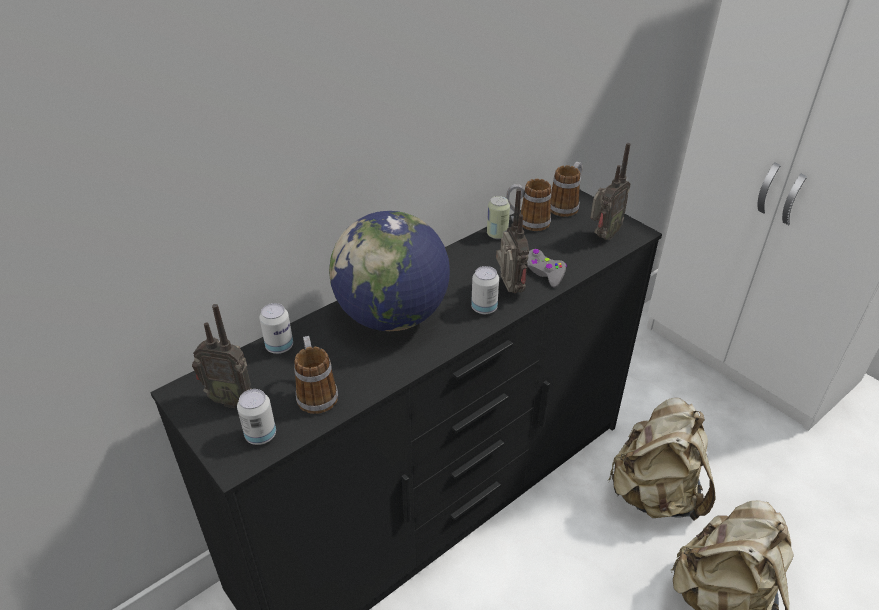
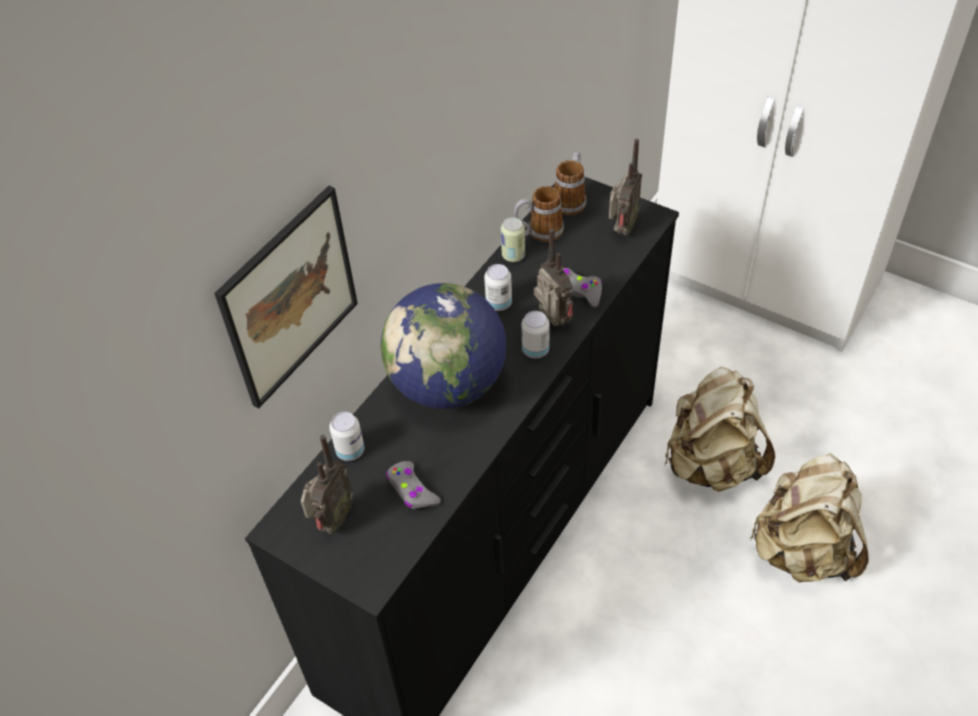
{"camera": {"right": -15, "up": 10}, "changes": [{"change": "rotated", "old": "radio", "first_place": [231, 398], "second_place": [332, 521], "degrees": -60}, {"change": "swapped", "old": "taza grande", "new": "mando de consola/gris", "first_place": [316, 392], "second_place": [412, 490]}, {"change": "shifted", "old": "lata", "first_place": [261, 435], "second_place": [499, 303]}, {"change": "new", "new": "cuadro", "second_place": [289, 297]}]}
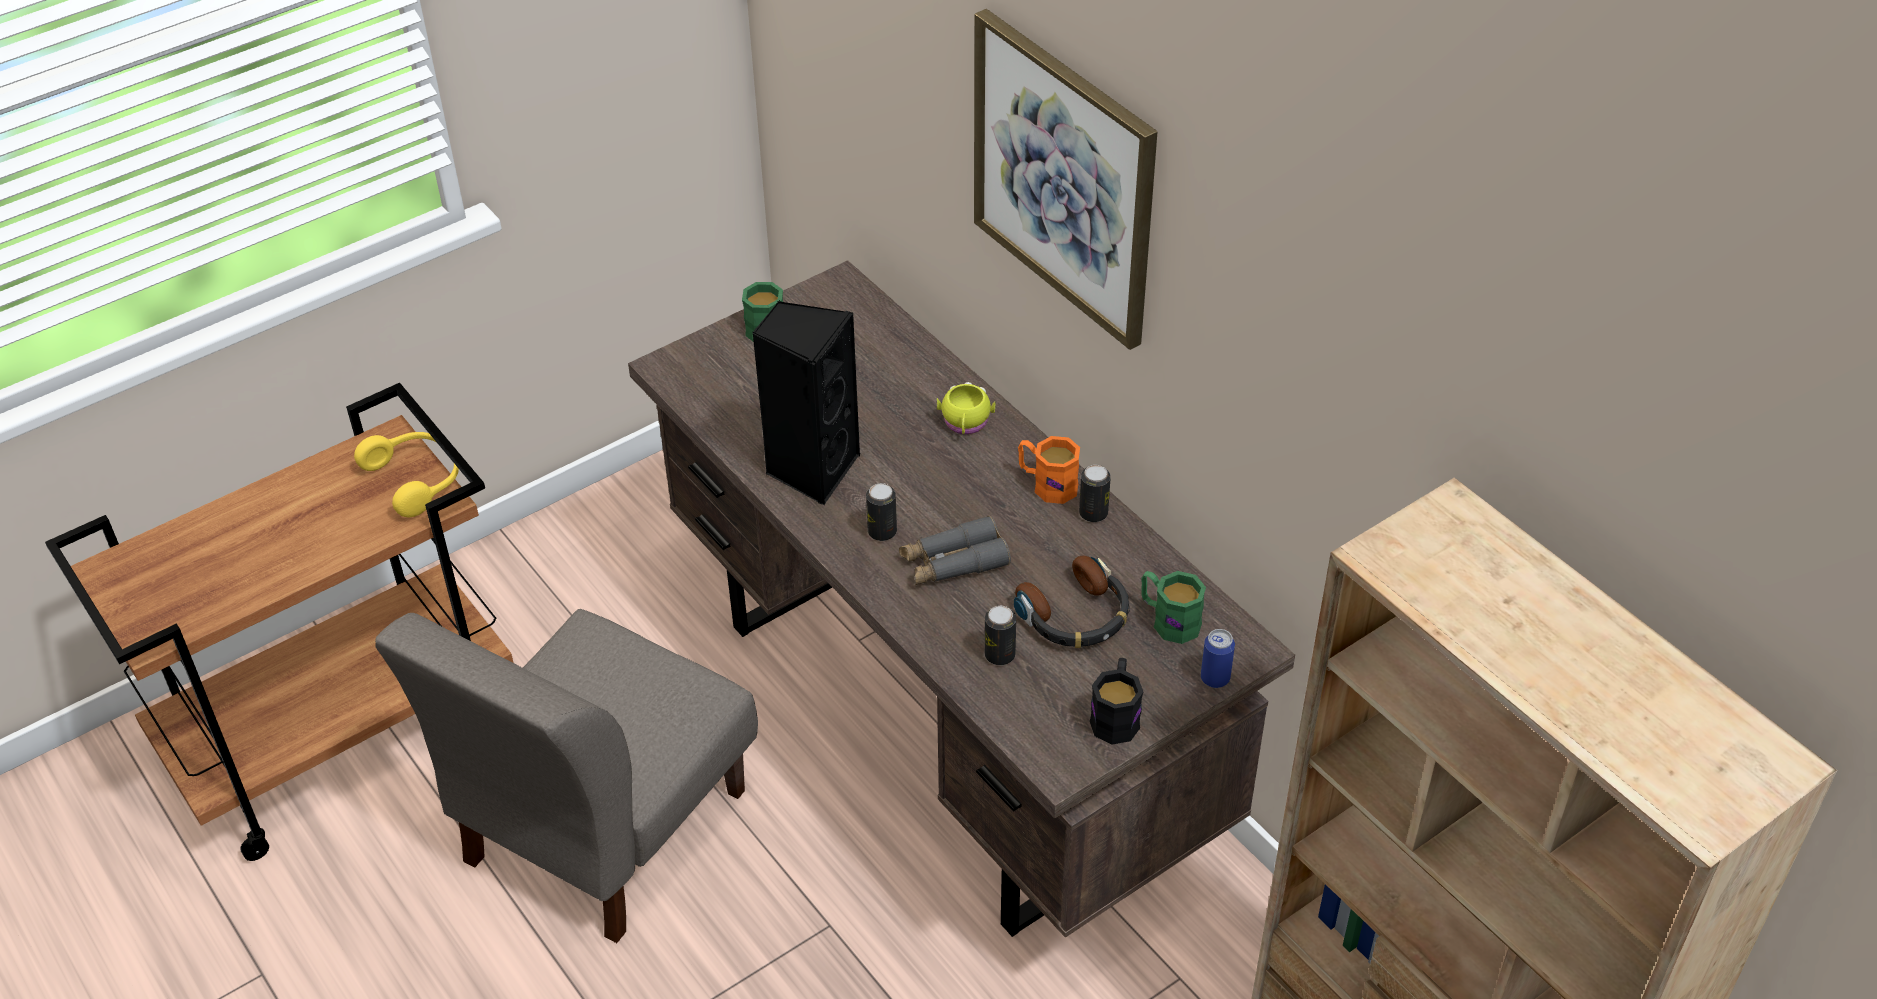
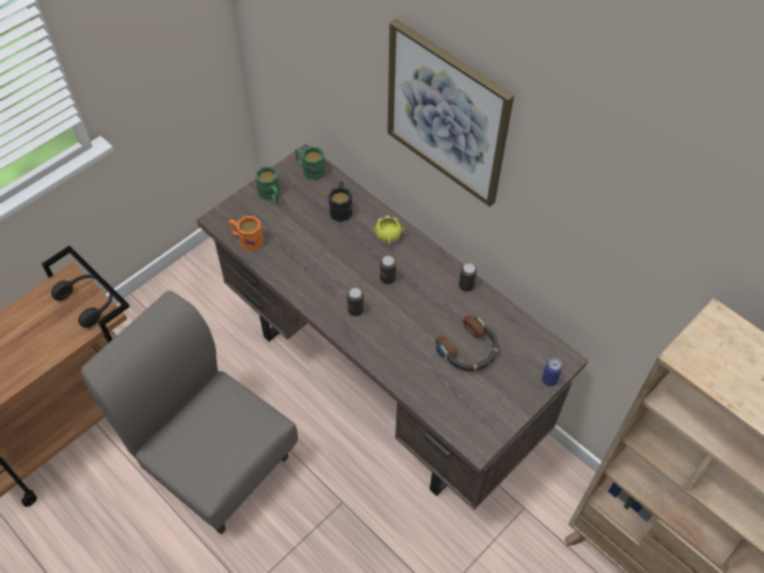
{"camera": {"right": -10, "up": 10}, "changes": [{"change": "gone", "old": "altavoz/negro", "first_place": [811, 469]}, {"change": "repainted", "old": "auriculares/amarillo", "new": "auriculares/negro", "first_place": [417, 479], "second_place": [89, 302]}, {"change": "shifted", "old": "taza grande/naranja", "first_place": [1047, 484], "second_place": [246, 240]}, {"change": "gone", "old": "prismáticos/gris", "first_place": [953, 563]}, {"change": "shifted", "old": "taza grande/verde", "first_place": [1168, 620], "second_place": [310, 170]}, {"change": "shifted", "old": "lata", "first_place": [1000, 655], "second_place": [387, 278]}, {"change": "rotated", "old": "silla/gris", "first_place": [603, 826], "second_place": [214, 460], "degrees": 105}, {"change": "shifted", "old": "taza grande/negro", "first_place": [1116, 715], "second_place": [341, 208]}]}
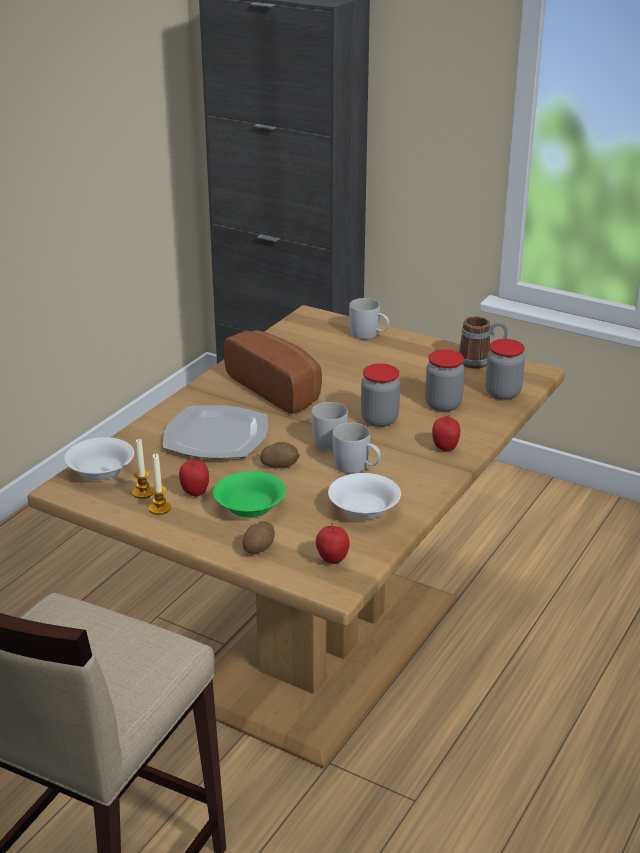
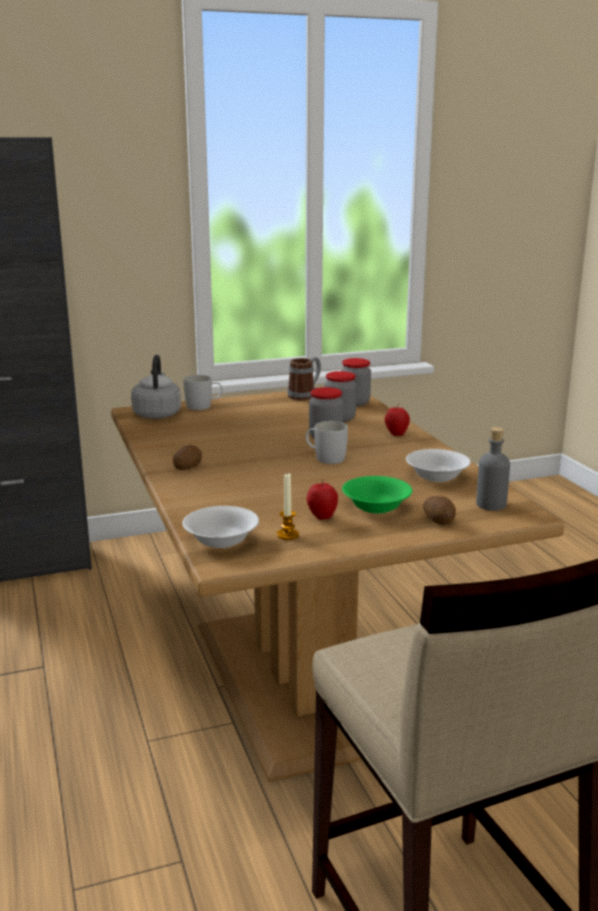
{"camera": {"right": -50, "up": -10}, "changes": [{"change": "gone", "old": "pan", "first_place": [279, 388]}, {"change": "gone", "old": "plato", "first_place": [217, 436]}, {"change": "gone", "old": "taza grande/blanco", "first_place": [357, 468]}, {"change": "shifted", "old": "patata", "first_place": [279, 464], "second_place": [187, 467]}, {"change": "gone", "old": "vela", "first_place": [159, 508]}, {"change": "swapped", "old": "manzana", "new": "botella/gris", "first_place": [332, 560], "second_place": [491, 504]}, {"change": "new", "new": "hervidor/gris", "second_place": [157, 414]}]}
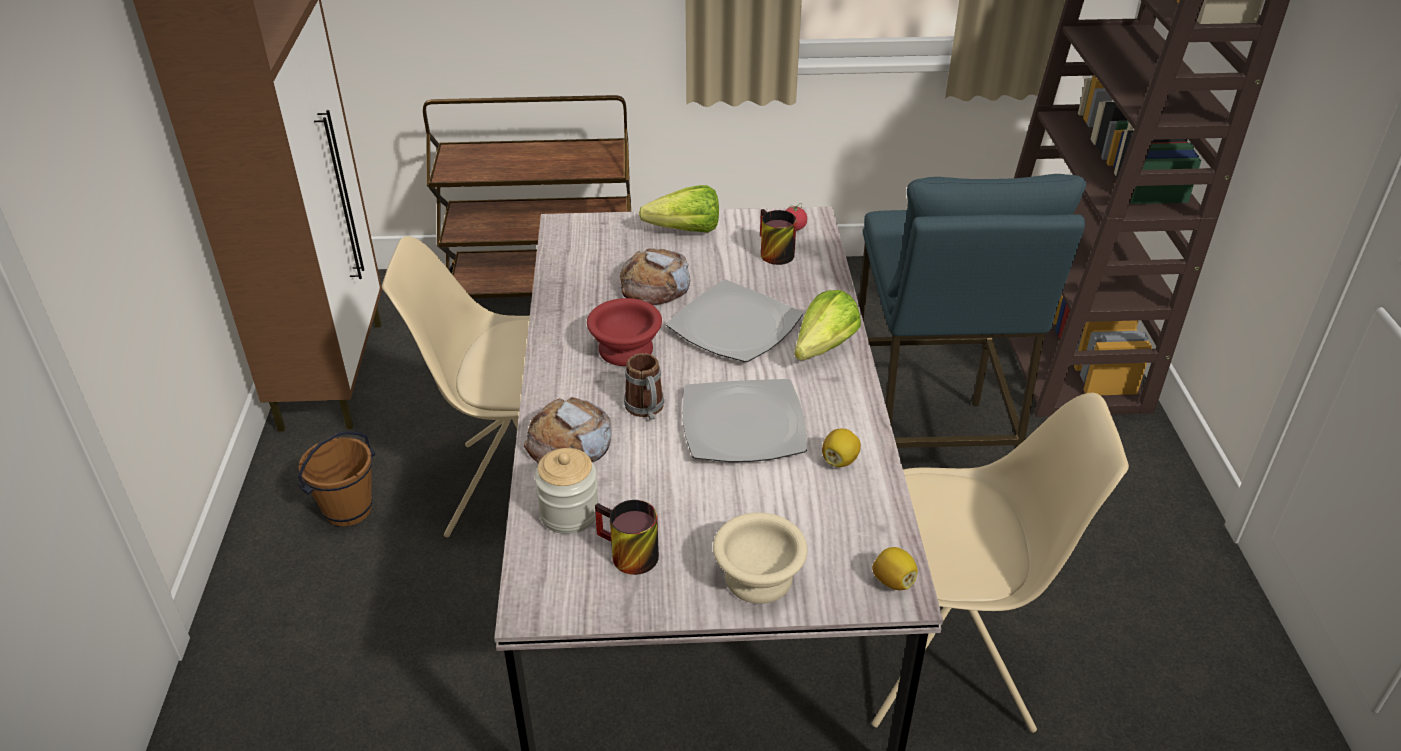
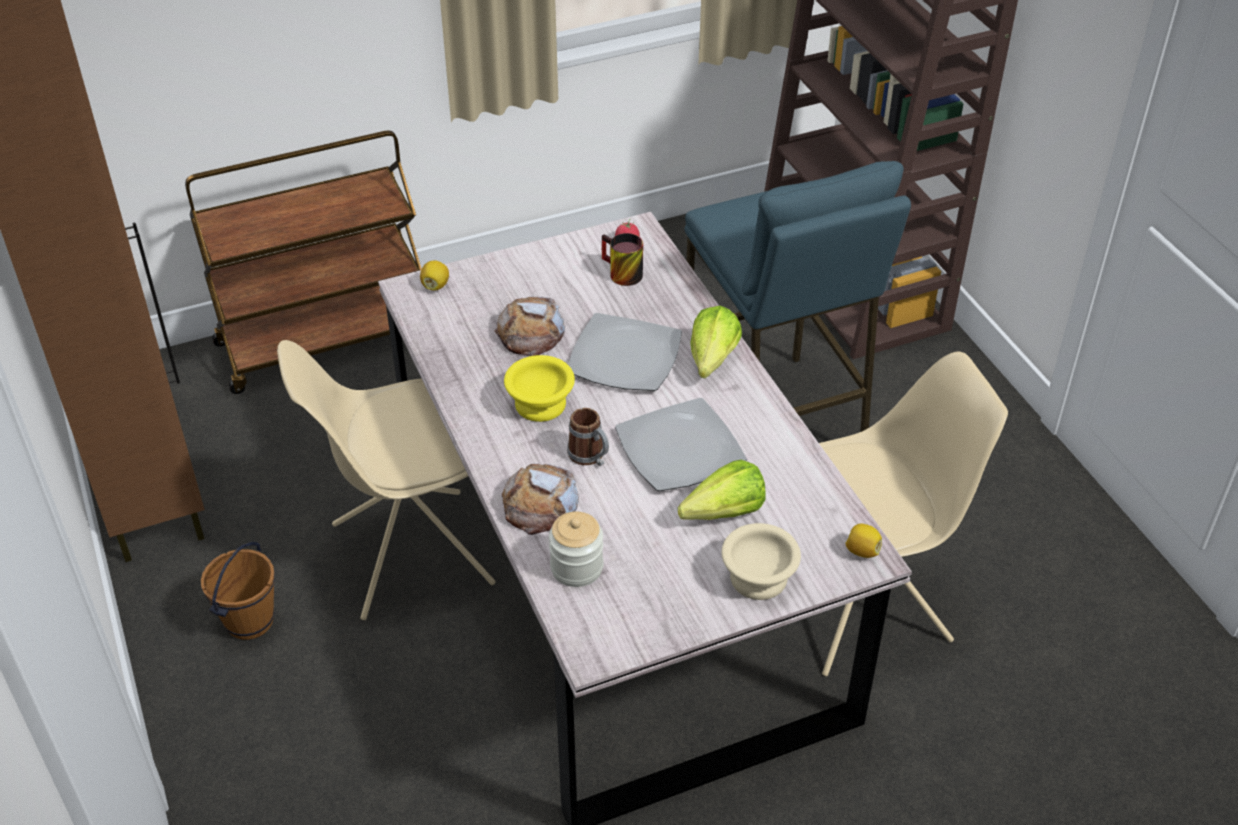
{"camera": {"right": -20, "up": 5}, "changes": [{"change": "shifted", "old": "lechuga", "first_place": [679, 230], "second_place": [717, 515]}, {"change": "repainted", "old": "cuenco/rojo", "new": "cuenco/amarillo", "first_place": [625, 348], "second_place": [539, 403]}, {"change": "shifted", "old": "limón", "first_place": [840, 460], "second_place": [435, 285]}, {"change": "gone", "old": "taza grande", "first_place": [625, 555]}]}
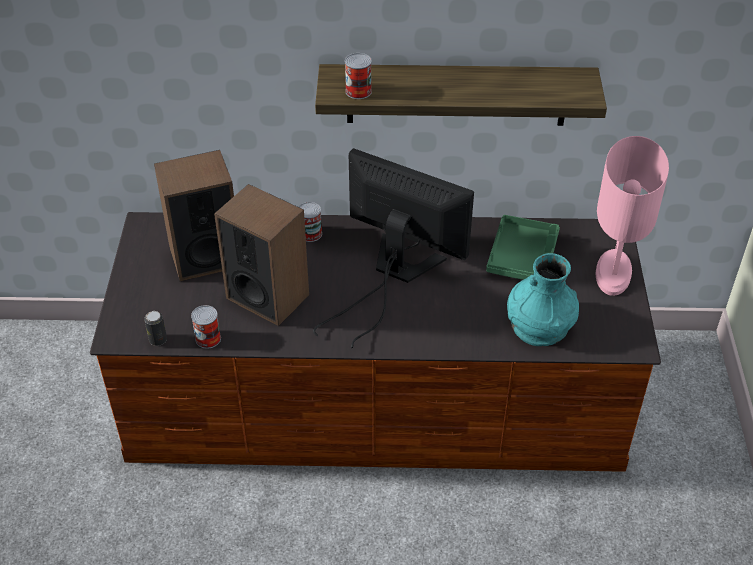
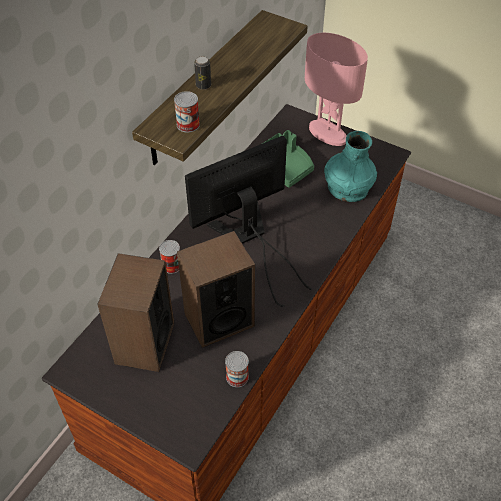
{"camera": {"right": -60, "up": 5}, "changes": [{"change": "shifted", "old": "lata", "first_place": [158, 340], "second_place": [203, 85]}]}
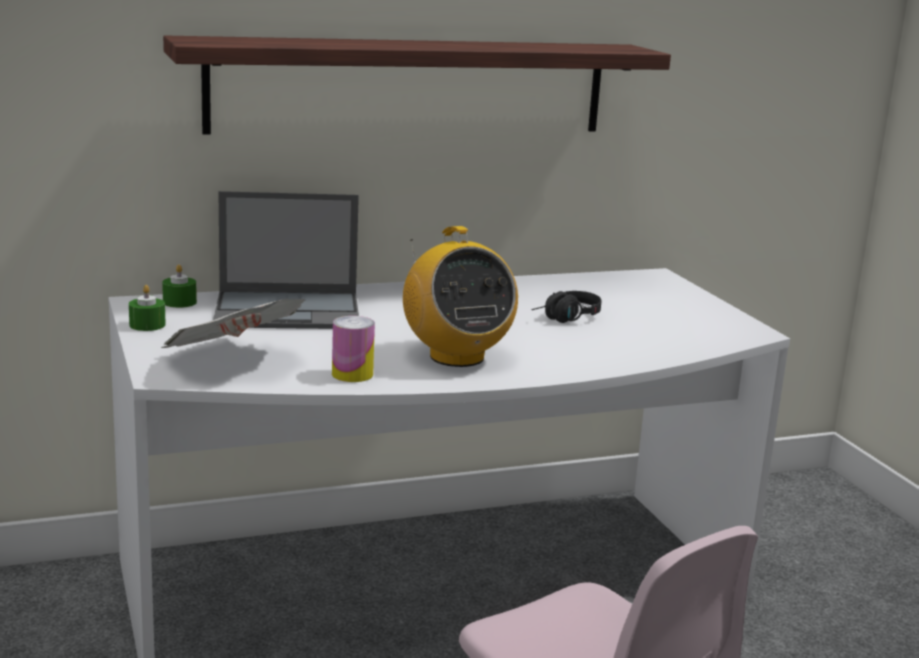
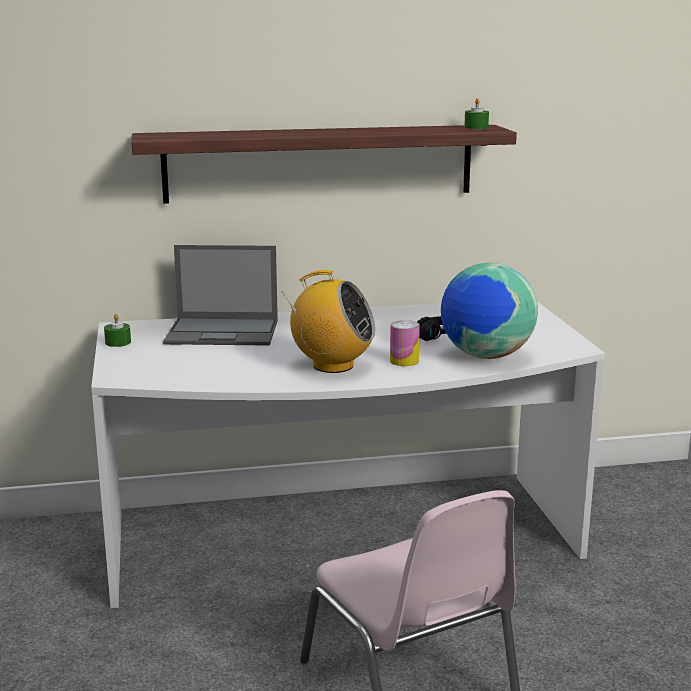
{"camera": {"right": 10, "up": 0}, "changes": [{"change": "rotated", "old": "radio", "first_place": [456, 356], "second_place": [332, 366], "degrees": -60}, {"change": "shifted", "old": "vela/verde", "first_place": [179, 302], "second_place": [476, 127]}, {"change": "gone", "old": "periódico", "first_place": [232, 361]}, {"change": "shifted", "old": "lata", "first_place": [352, 374], "second_place": [404, 361]}, {"change": "new", "new": "globo terráqueo", "second_place": [486, 356]}]}
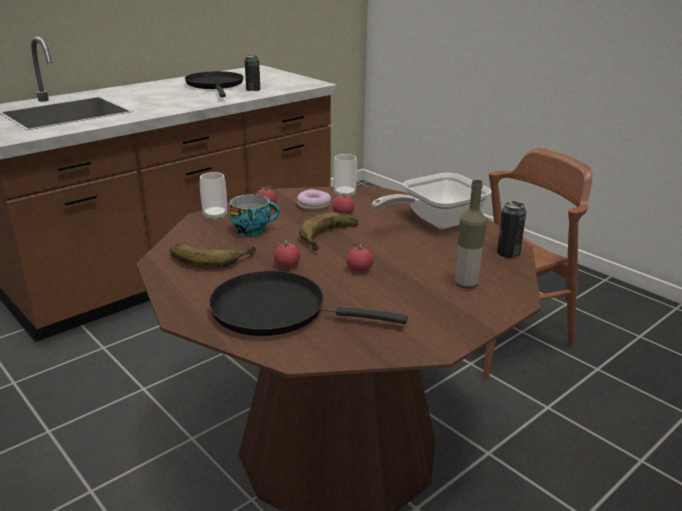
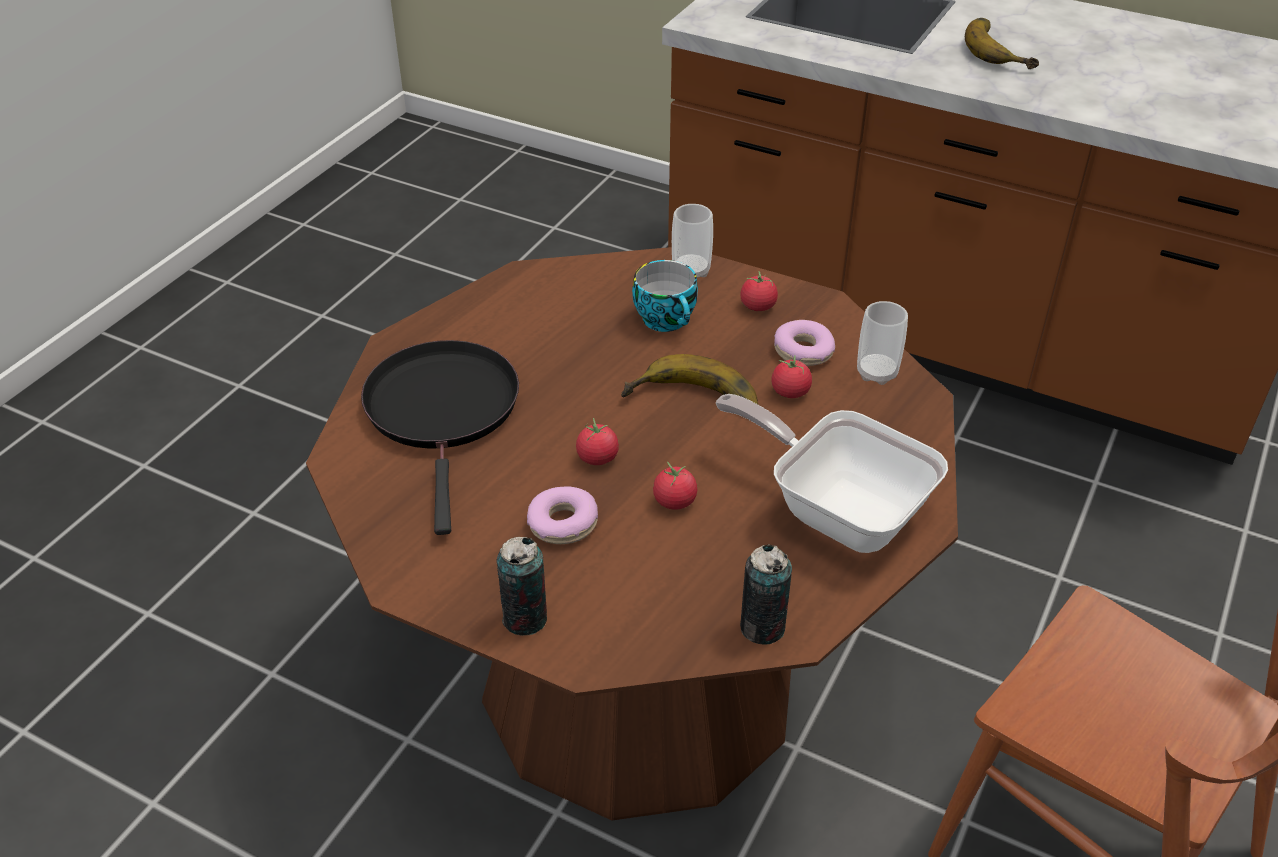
{"camera": {"right": 70, "up": 15}, "changes": [{"change": "shifted", "old": "lata", "first_place": [253, 90], "second_place": [525, 619]}, {"change": "gone", "old": "sartén/negro", "first_place": [215, 85]}, {"change": "gone", "old": "botella", "first_place": [466, 284]}, {"change": "shifted", "old": "tomate", "first_place": [287, 265], "second_place": [674, 501]}, {"change": "shifted", "old": "plátano", "first_place": [210, 256], "second_place": [1001, 50]}, {"change": "new", "new": "rosquilla", "second_place": [563, 523]}]}
